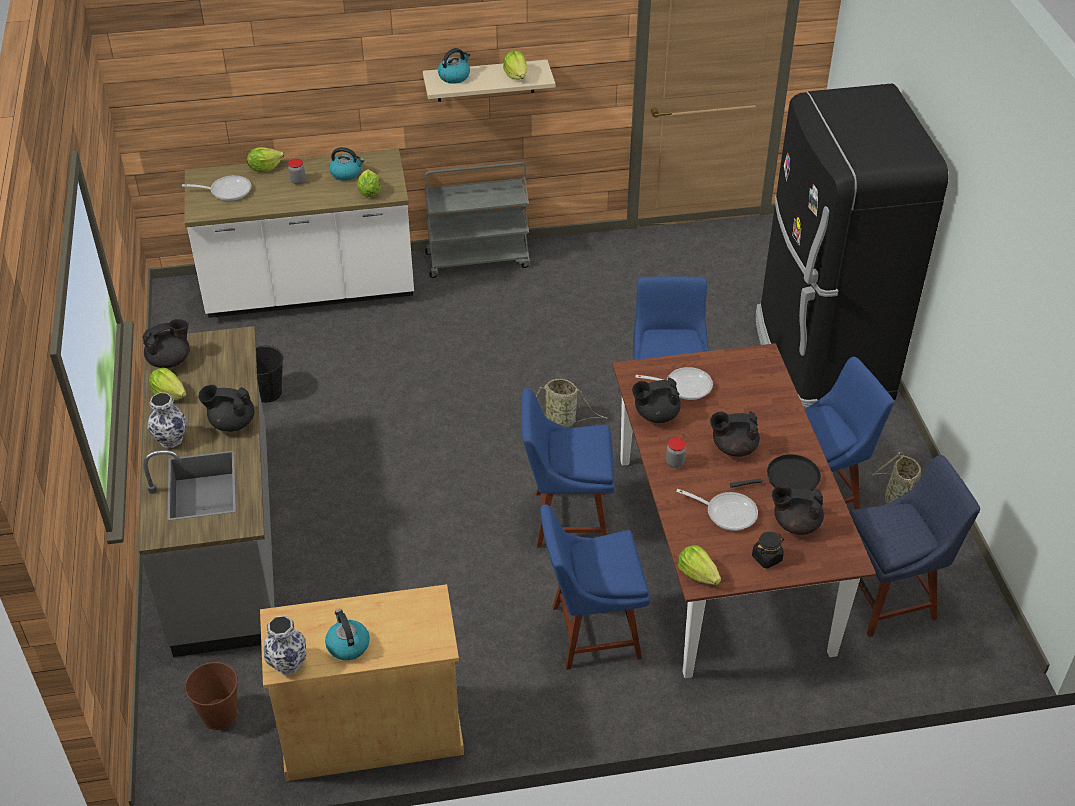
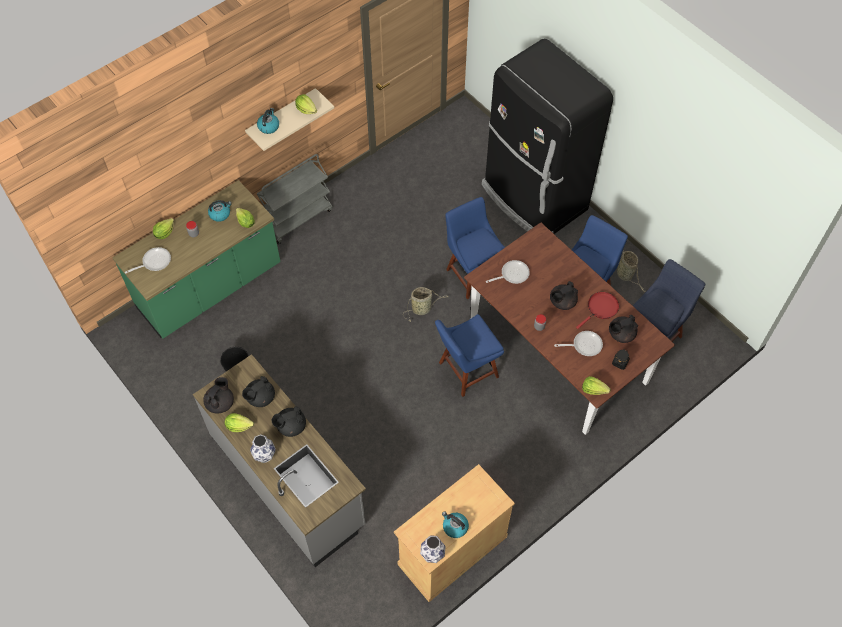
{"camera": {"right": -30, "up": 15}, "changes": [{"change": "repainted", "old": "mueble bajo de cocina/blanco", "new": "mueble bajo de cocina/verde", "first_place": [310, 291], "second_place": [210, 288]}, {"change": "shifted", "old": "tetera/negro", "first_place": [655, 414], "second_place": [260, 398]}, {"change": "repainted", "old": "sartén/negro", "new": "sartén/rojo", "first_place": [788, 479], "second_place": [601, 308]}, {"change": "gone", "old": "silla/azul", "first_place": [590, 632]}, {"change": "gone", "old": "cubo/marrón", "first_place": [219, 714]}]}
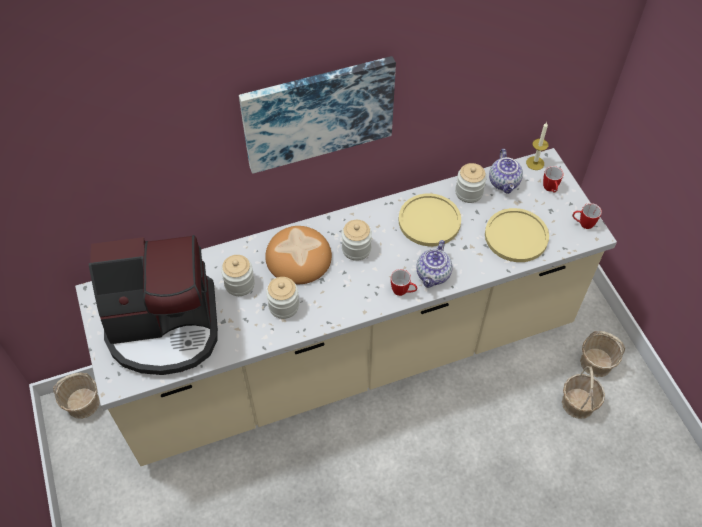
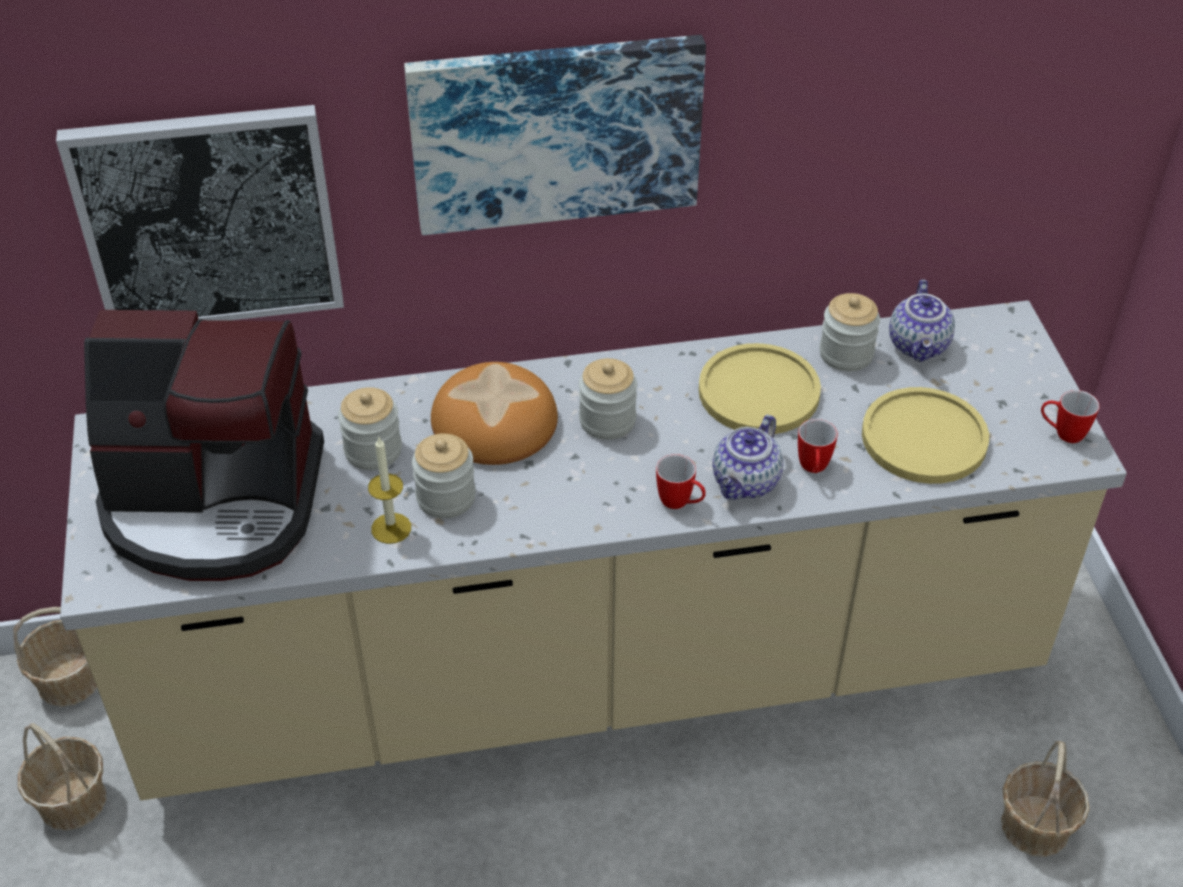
{"camera": {"right": 10, "up": -10}, "changes": [{"change": "shifted", "old": "vela", "first_place": [535, 163], "second_place": [391, 528]}, {"change": "shifted", "old": "taza grande", "first_place": [550, 190], "second_place": [813, 470]}, {"change": "shifted", "old": "cesta", "first_place": [596, 362], "second_place": [72, 800]}, {"change": "new", "new": "cuadro", "second_place": [209, 218]}]}
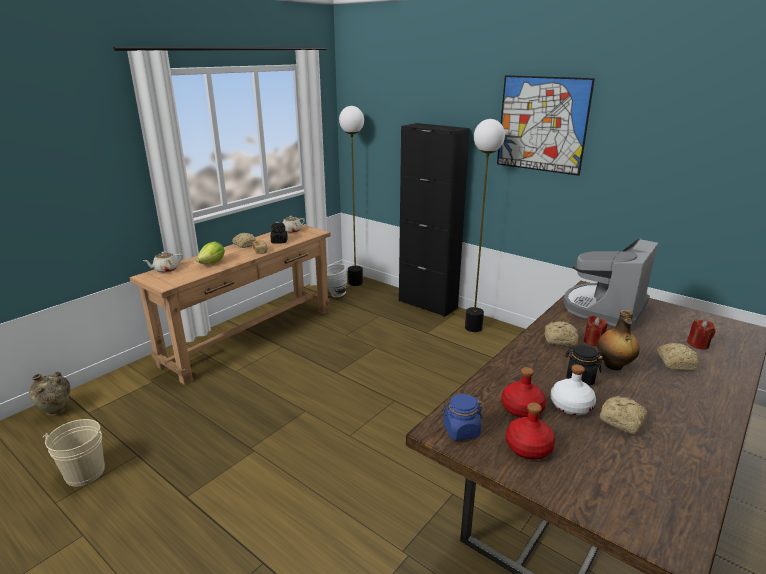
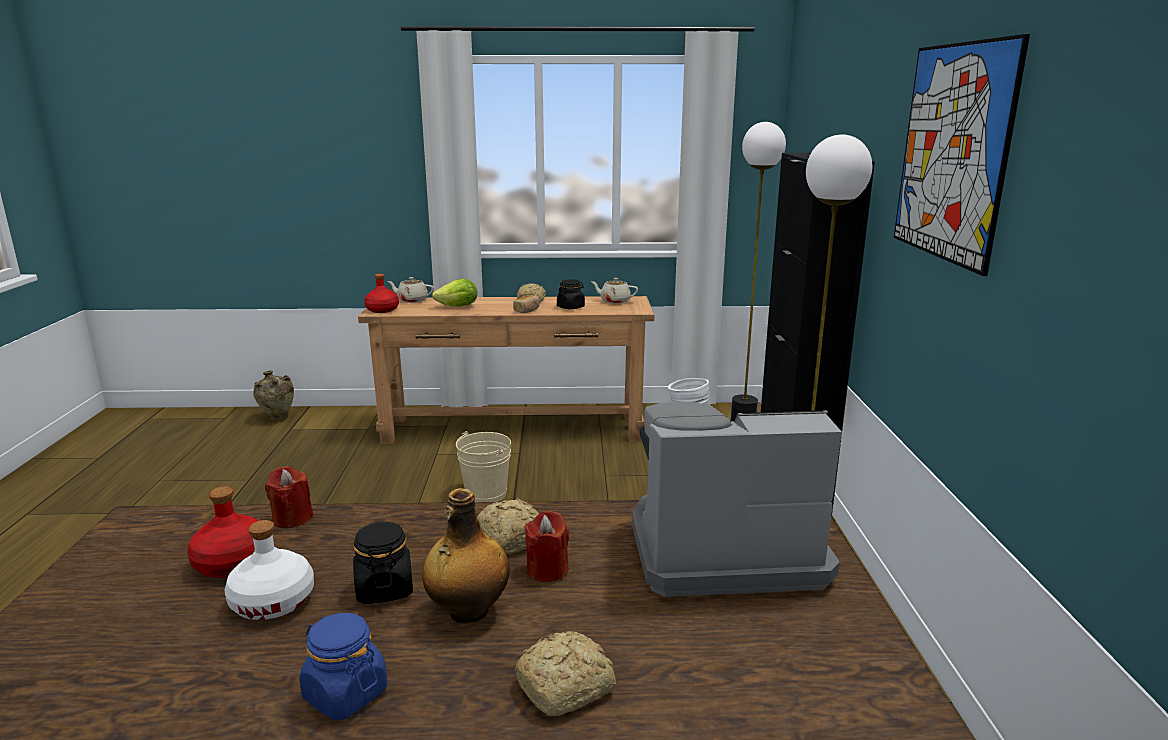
{"camera": {"right": 50, "up": -5}, "changes": [{"change": "shifted", "old": "vela/rojo", "first_place": [698, 344], "second_place": [292, 518]}, {"change": "shifted", "old": "tarro/azul", "first_place": [461, 431], "second_place": [345, 694]}, {"change": "gone", "old": "pan", "first_place": [623, 422]}, {"change": "shifted", "old": "botella/rojo", "first_place": [528, 448], "second_place": [382, 310]}, {"change": "shifted", "old": "cubo/beis", "first_place": [85, 473], "second_place": [485, 493]}]}
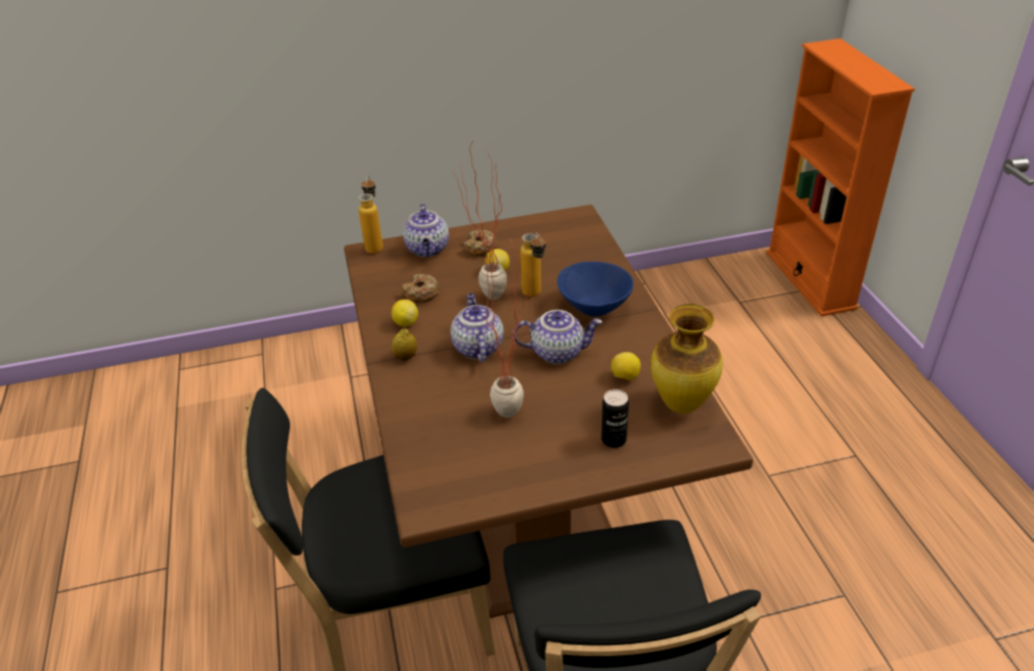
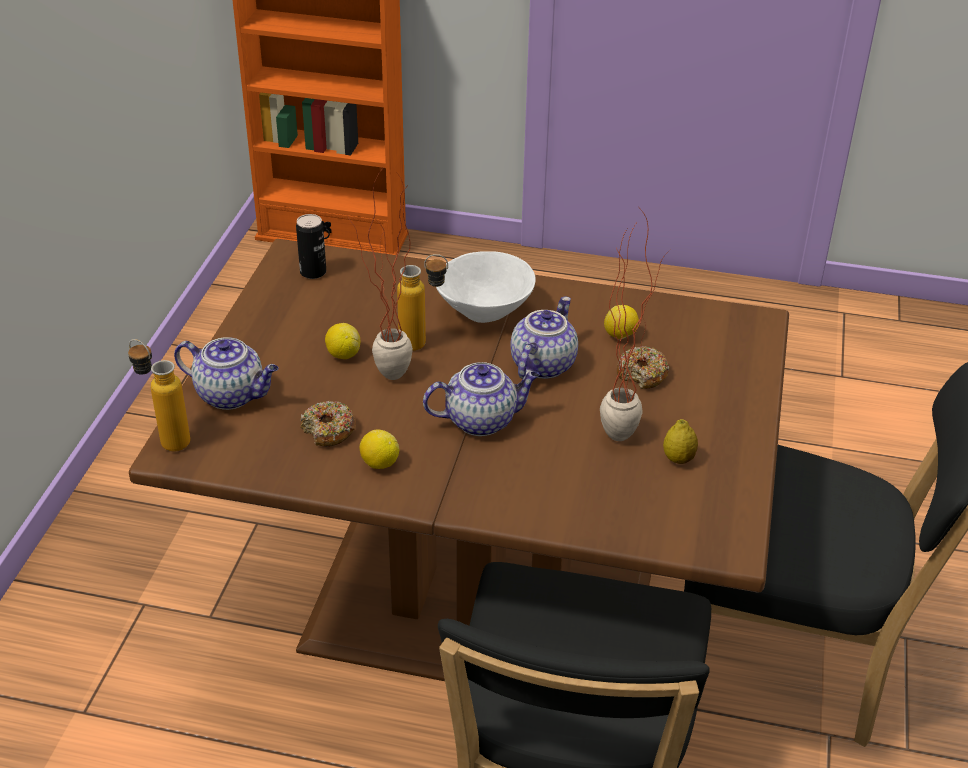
{"camera": {"right": -65, "up": 0}, "changes": [{"change": "shifted", "old": "rosquilla", "first_place": [481, 248], "second_place": [642, 374]}, {"change": "repainted", "old": "cuenco/azul", "new": "cuenco/blanco", "first_place": [594, 307], "second_place": [483, 311]}, {"change": "rotated", "old": "tetera", "first_place": [477, 347], "second_place": [482, 420], "degrees": 150}, {"change": "gone", "old": "florero", "first_place": [682, 405]}, {"change": "shifted", "old": "limón", "first_place": [406, 357], "second_place": [678, 459]}, {"change": "shifted", "old": "lata", "first_place": [613, 439], "second_place": [313, 272]}]}
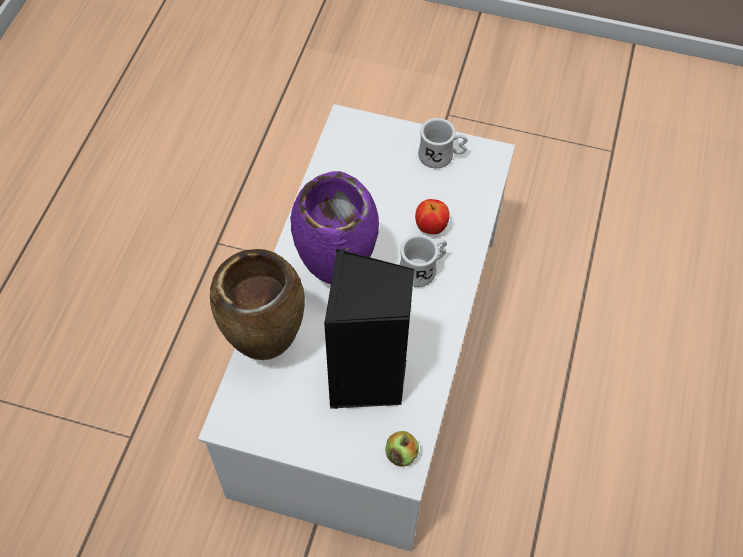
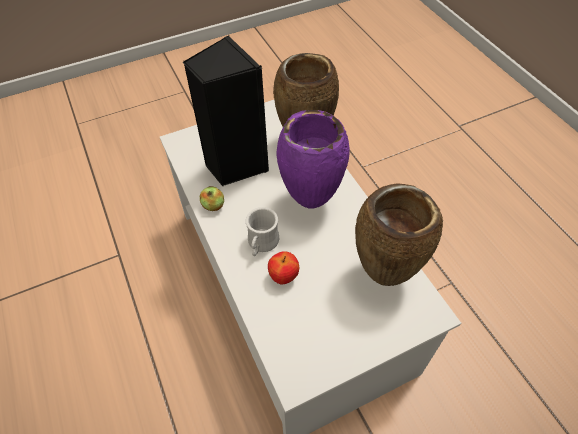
{"camera": {"right": 140, "up": -5}, "changes": [{"change": "gone", "old": "taza grande/blanco", "first_place": [441, 156]}, {"change": "shifted", "old": "manzana", "first_place": [401, 454], "second_place": [213, 205]}, {"change": "new", "new": "florero/marrón", "second_place": [384, 274]}]}
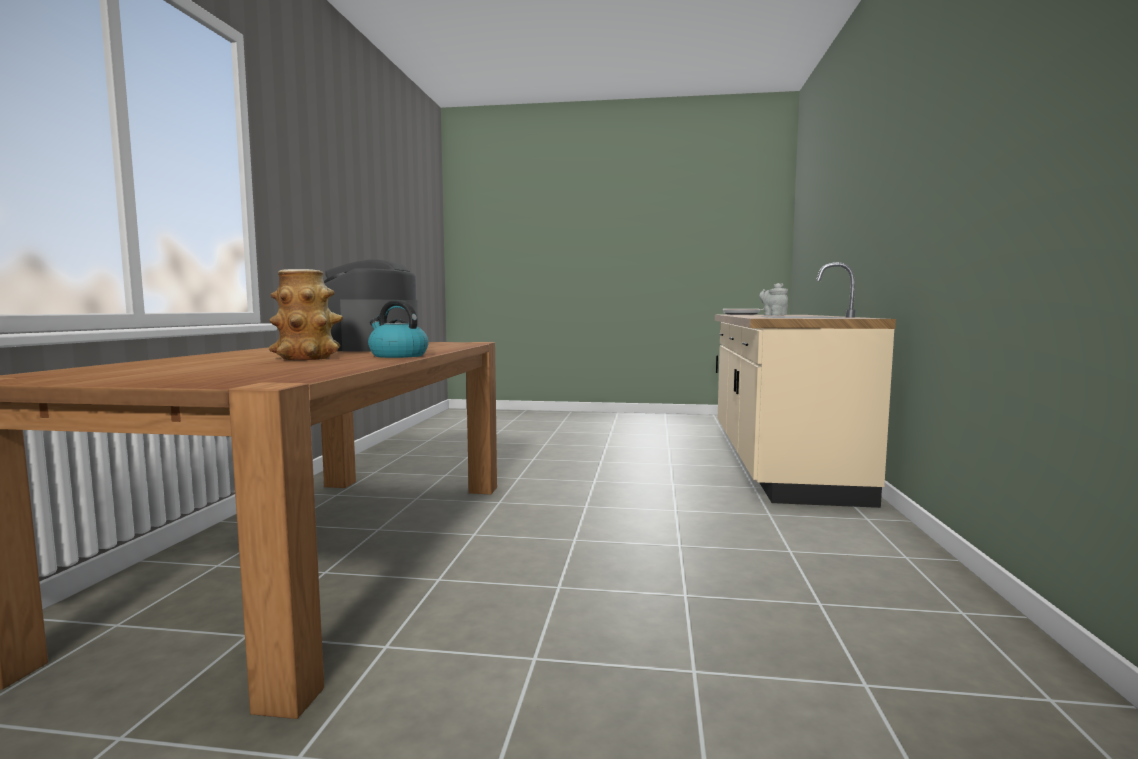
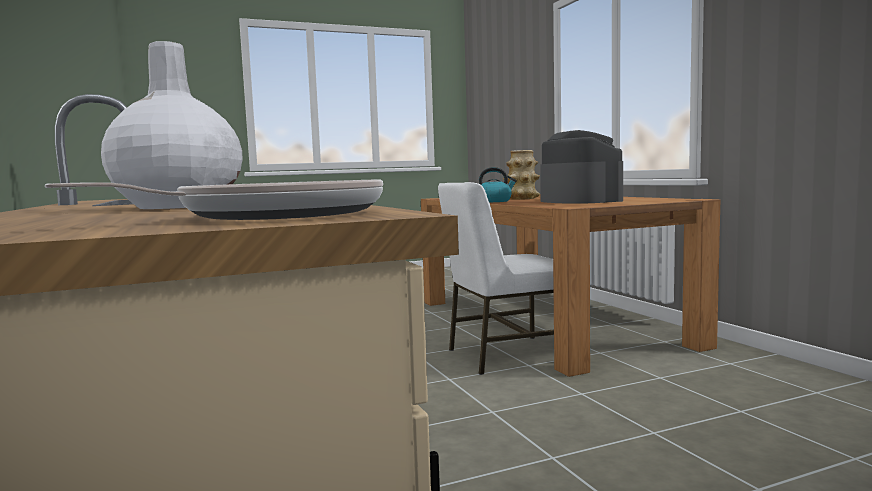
{"camera": {"right": 150, "up": 0}, "changes": [{"change": "swapped", "old": "tetera/gris", "new": "florero/blanco", "first_place": [773, 315], "second_place": [178, 206]}, {"change": "new", "new": "silla/blanco", "second_place": [507, 355]}]}
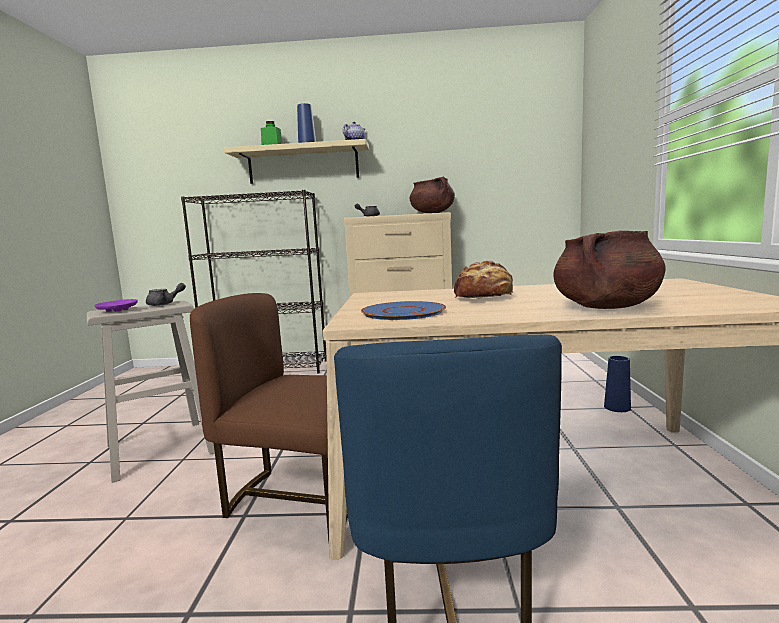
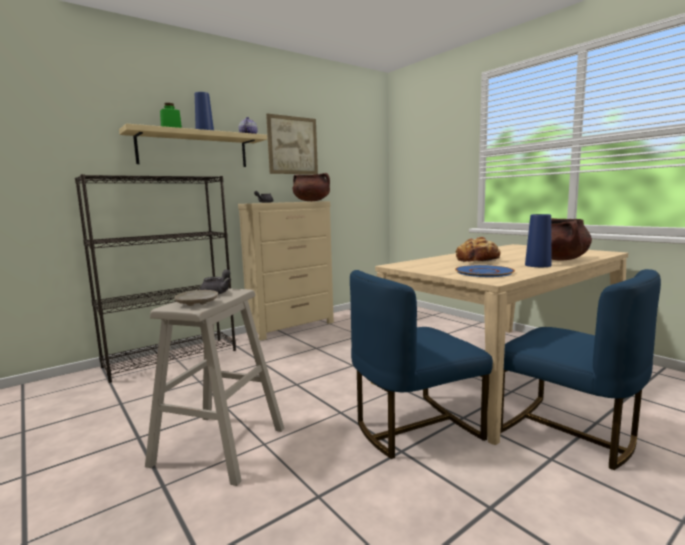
{"camera": {"right": -40, "up": 0}, "changes": [{"change": "repainted", "old": "silla/marrón", "new": "silla/azul", "first_place": [300, 499], "second_place": [414, 427]}, {"change": "repainted", "old": "plato/morado", "new": "plato/beis", "first_place": [117, 310], "second_place": [197, 303]}, {"change": "shifted", "old": "florero/azul", "first_place": [617, 407], "second_place": [538, 265]}, {"change": "new", "new": "cuadro", "second_place": [292, 145]}]}
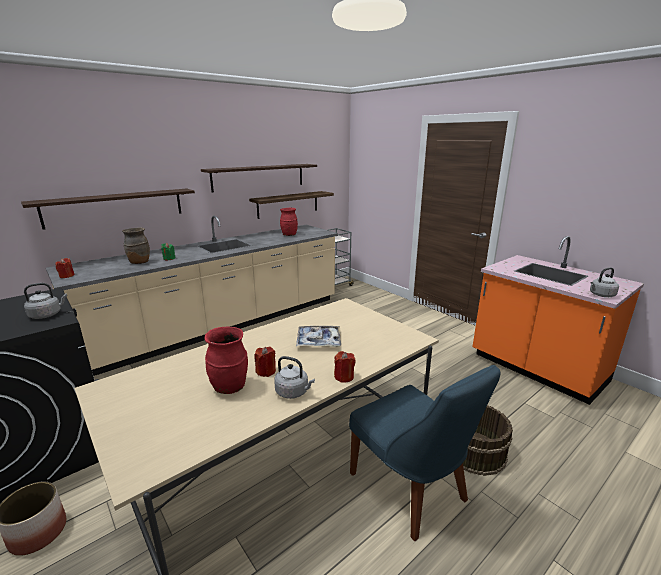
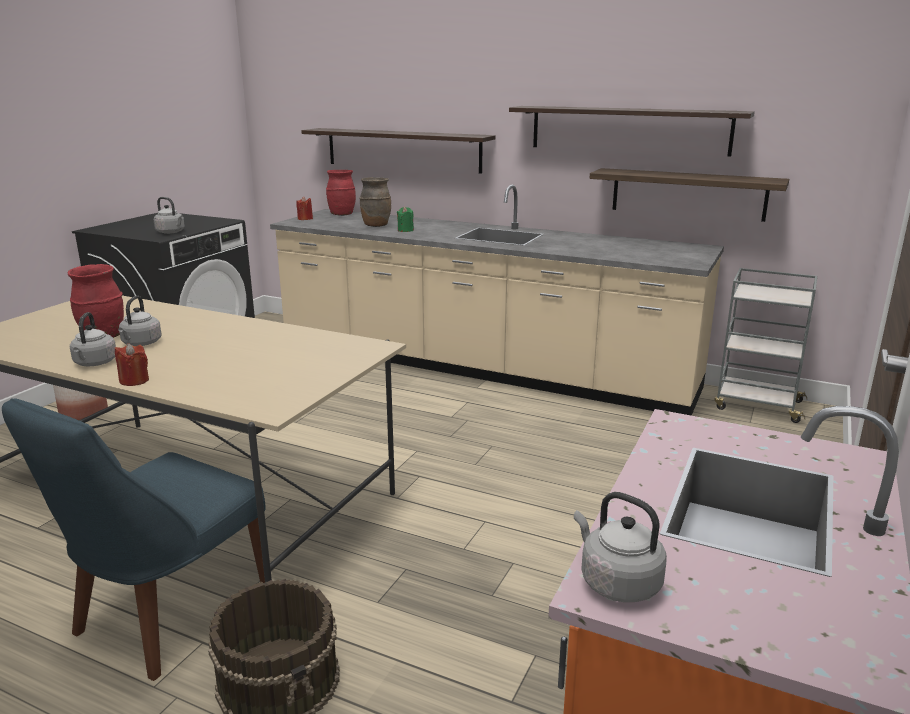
{"camera": {"right": 65, "up": 0}, "changes": [{"change": "shifted", "old": "florero/rojo", "first_place": [289, 235], "second_place": [341, 214]}, {"change": "gone", "old": "bandeja", "first_place": [318, 341]}, {"change": "swapped", "old": "vela/rojo", "new": "hervidor/gris", "first_place": [266, 371], "second_place": [140, 344]}]}
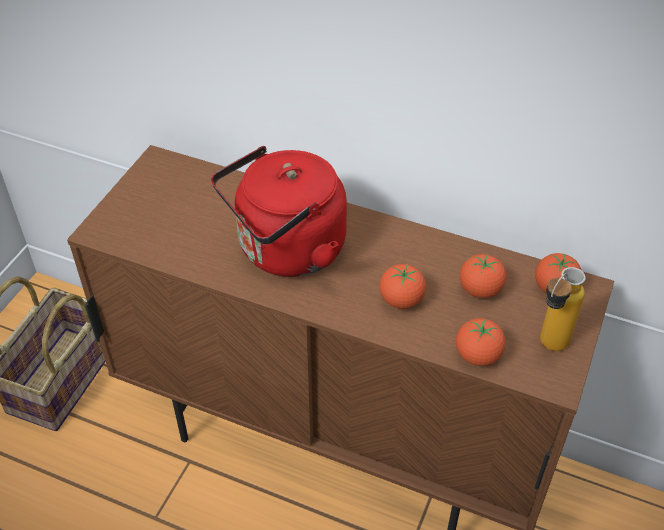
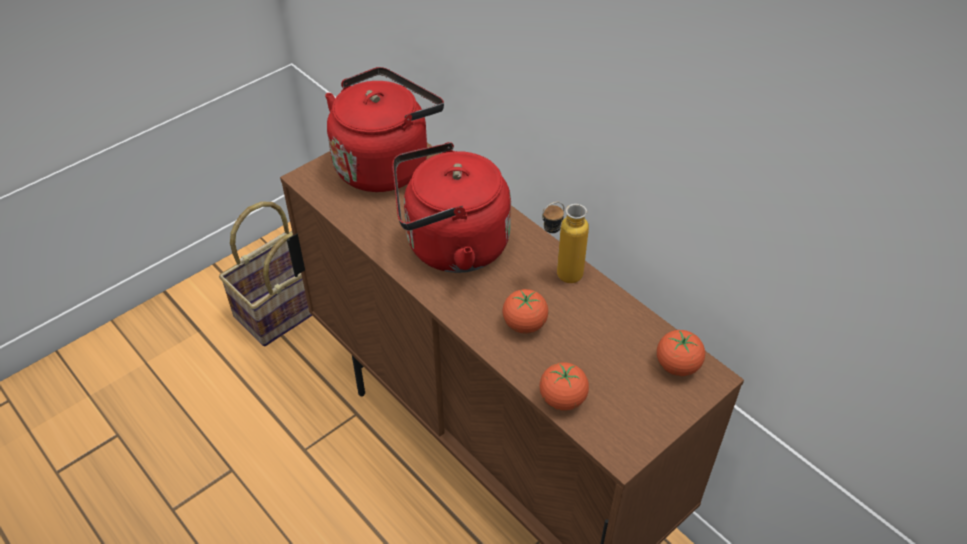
{"camera": {"right": 25, "up": 0}, "changes": [{"change": "gone", "old": "tomate", "first_place": [480, 290]}, {"change": "shifted", "old": "botella", "first_place": [547, 348], "second_place": [559, 278]}, {"change": "new", "new": "hervidor/rojo", "second_place": [385, 164]}]}
